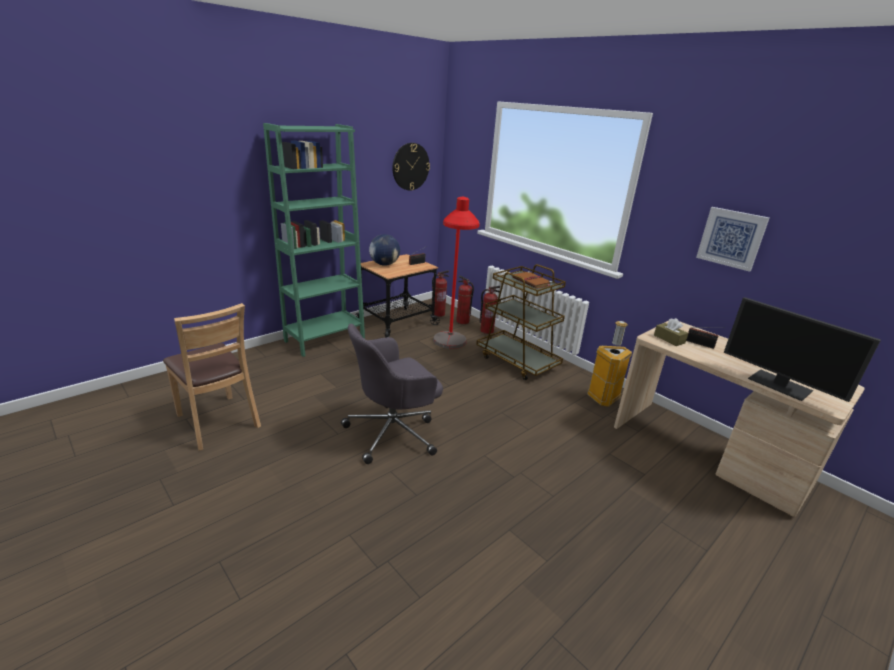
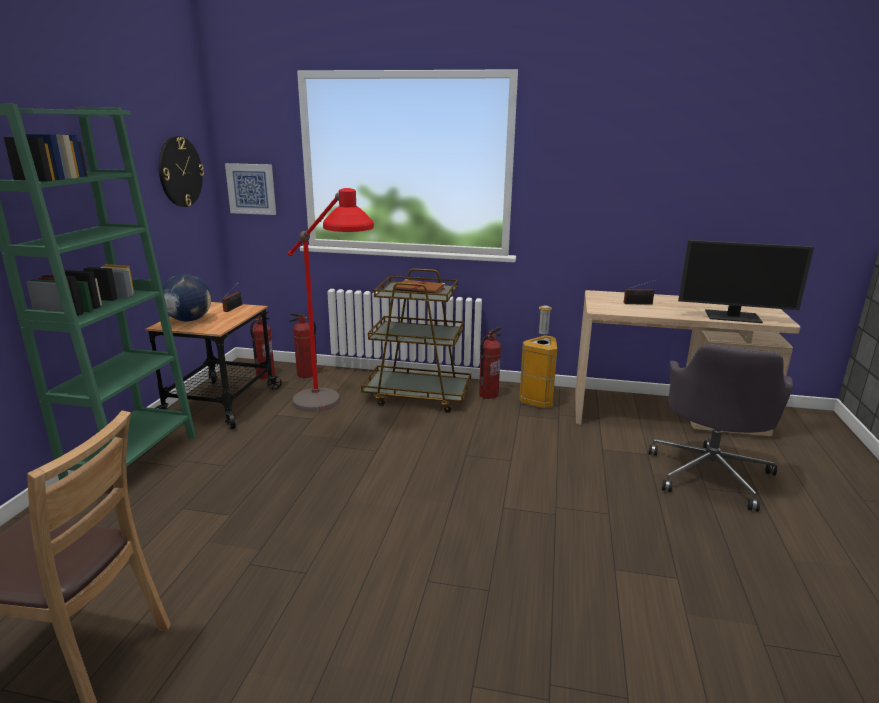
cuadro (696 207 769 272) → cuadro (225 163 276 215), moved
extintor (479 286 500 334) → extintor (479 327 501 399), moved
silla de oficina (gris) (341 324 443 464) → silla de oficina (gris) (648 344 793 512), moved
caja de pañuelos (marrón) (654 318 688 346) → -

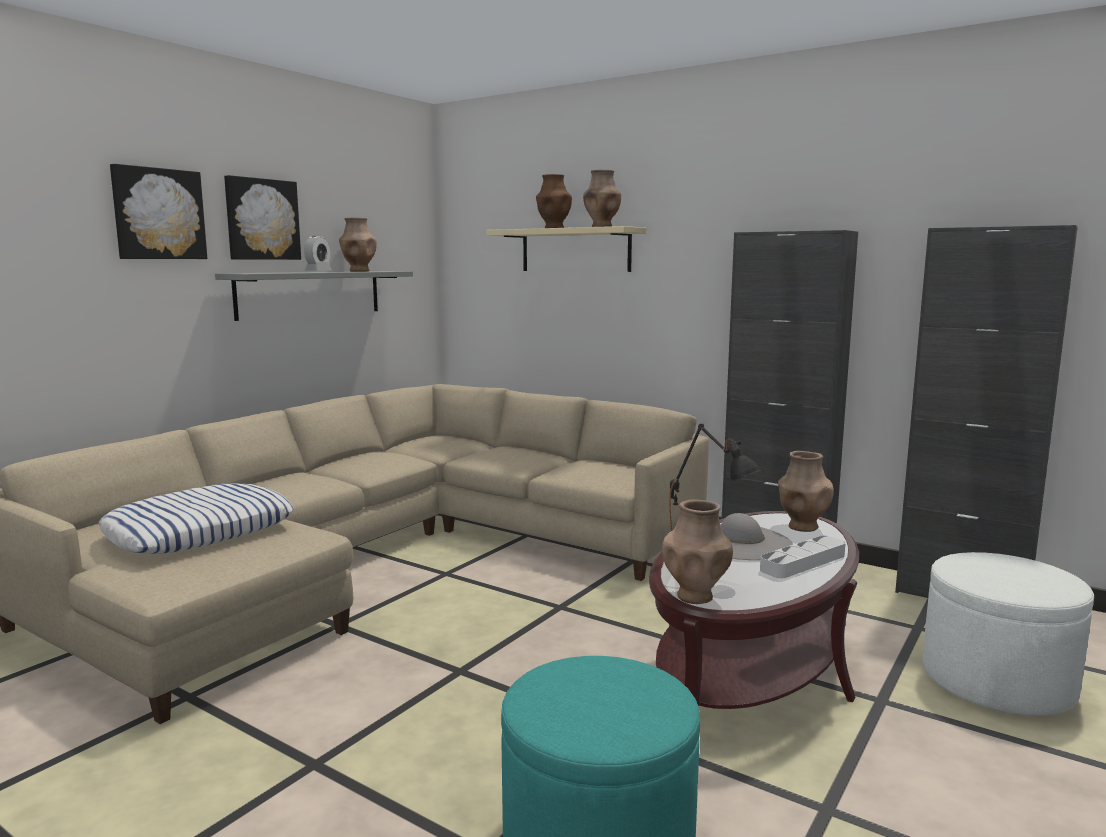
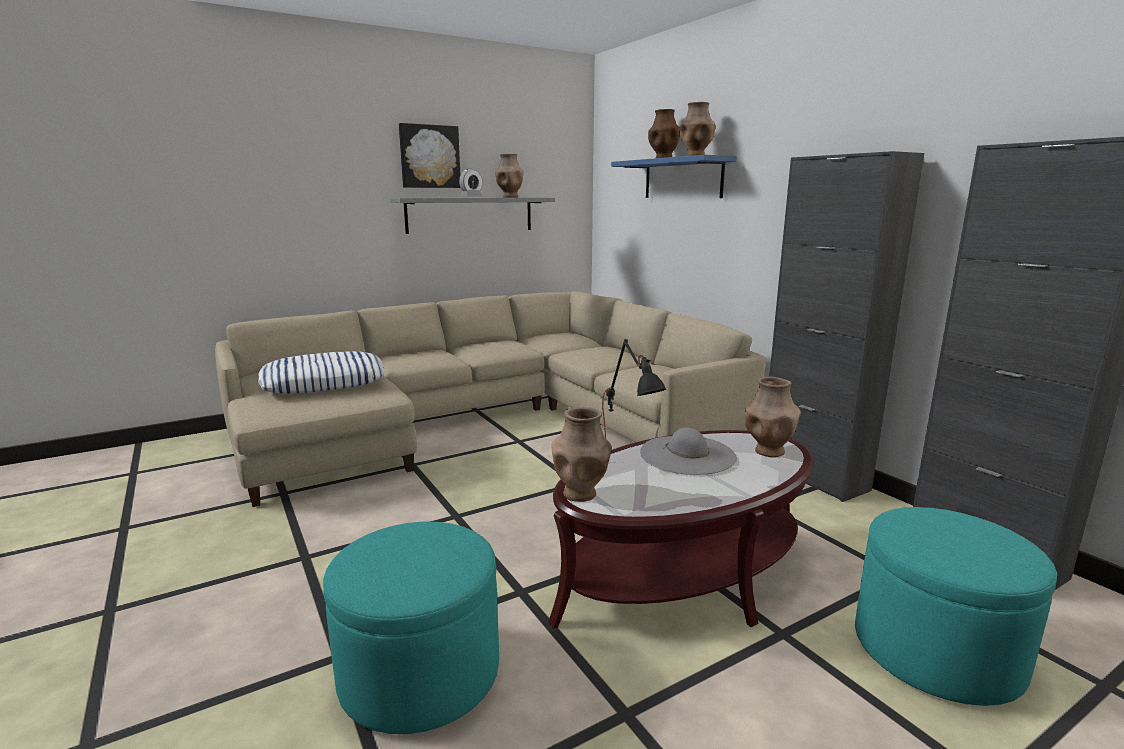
estante (beis) (487 226 646 272) → estante (azul) (611 155 737 198)
puf (blanco) (922 552 1094 715) → puf (turquesa) (855 507 1057 706)
cuadro (110 164 207 259) → -
bandeja (gris) (760 536 846 578) → -

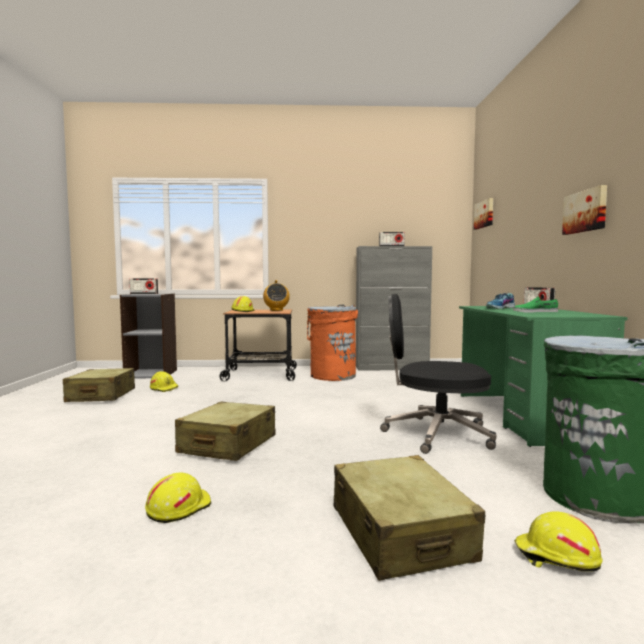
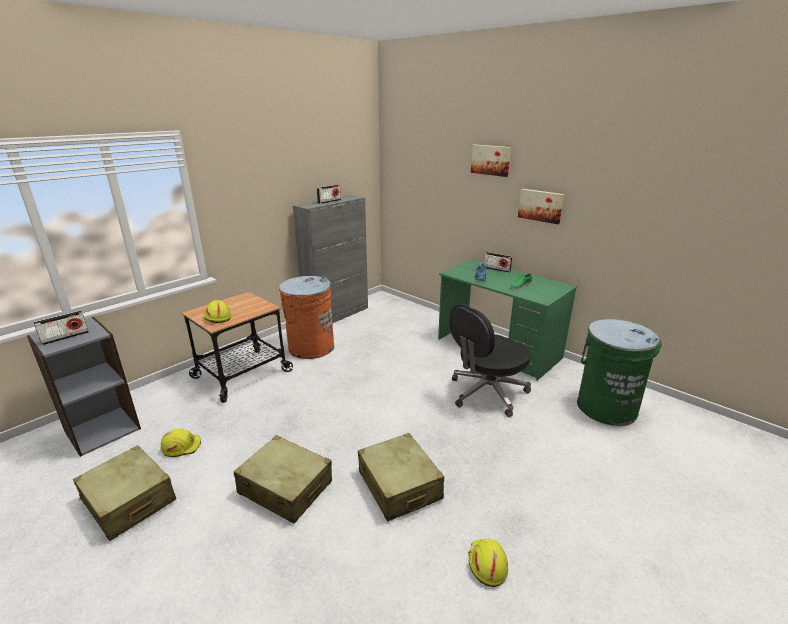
maleta (beis) (334 455 485 581) → maleta (beis) (234 435 332 524), moved
cuadro (474 198 493 229) → cuadro (471 145 511 177), moved
radio (263 280 290 311) → -
casco (amarillo) (514 511 603 571) → -

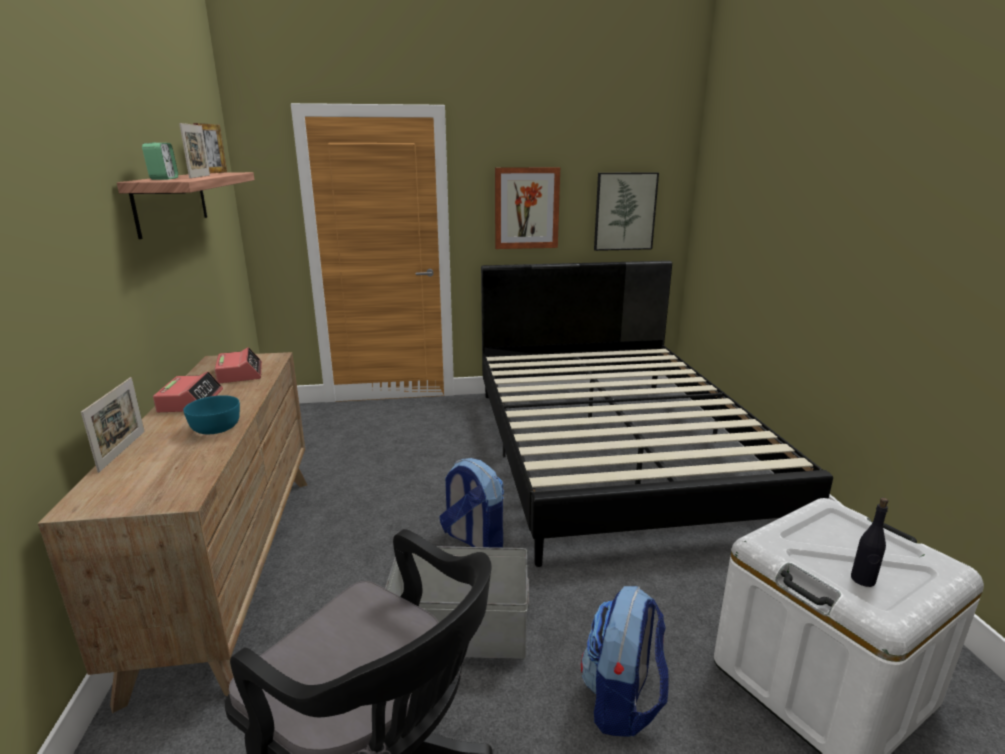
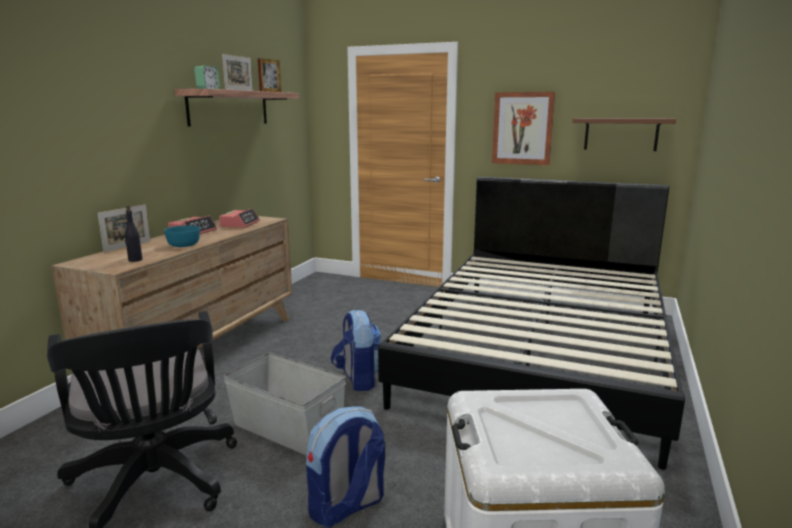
botella (negro) (851 497 888 587) → botella (negro) (125 205 142 262), moved
cuadro (594 172 659 251) → estante (marrón) (572 118 676 151)

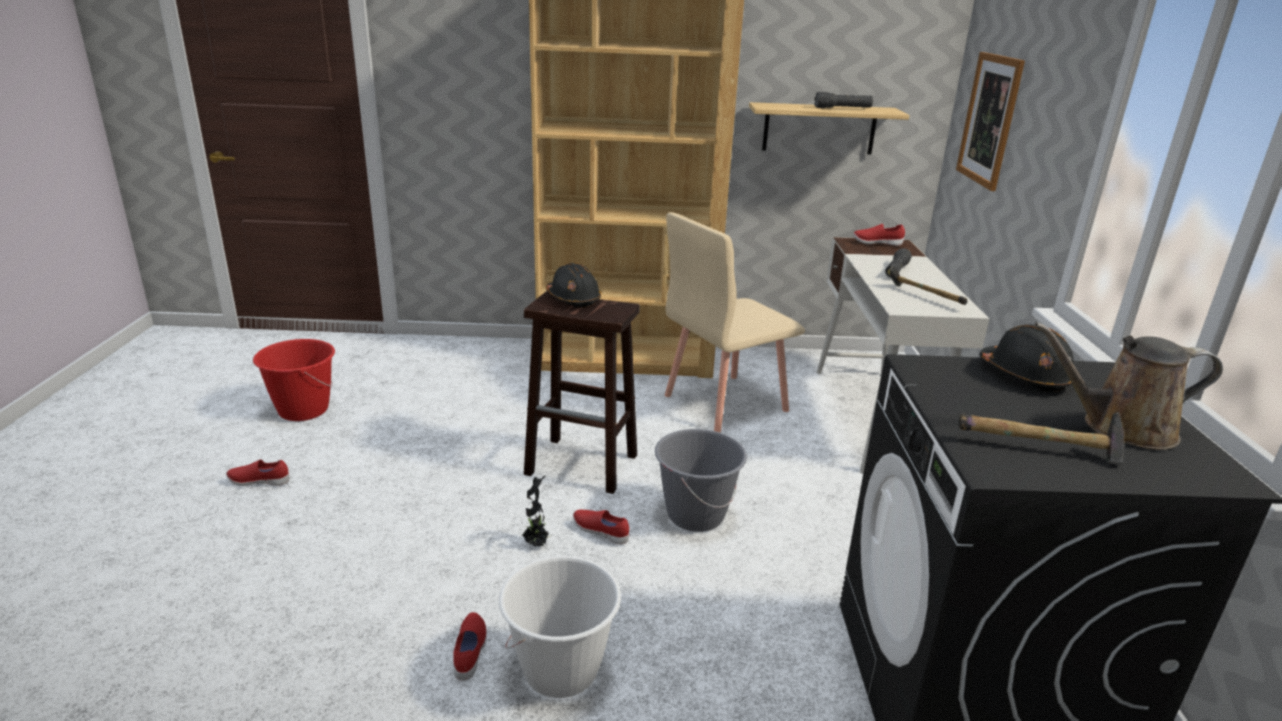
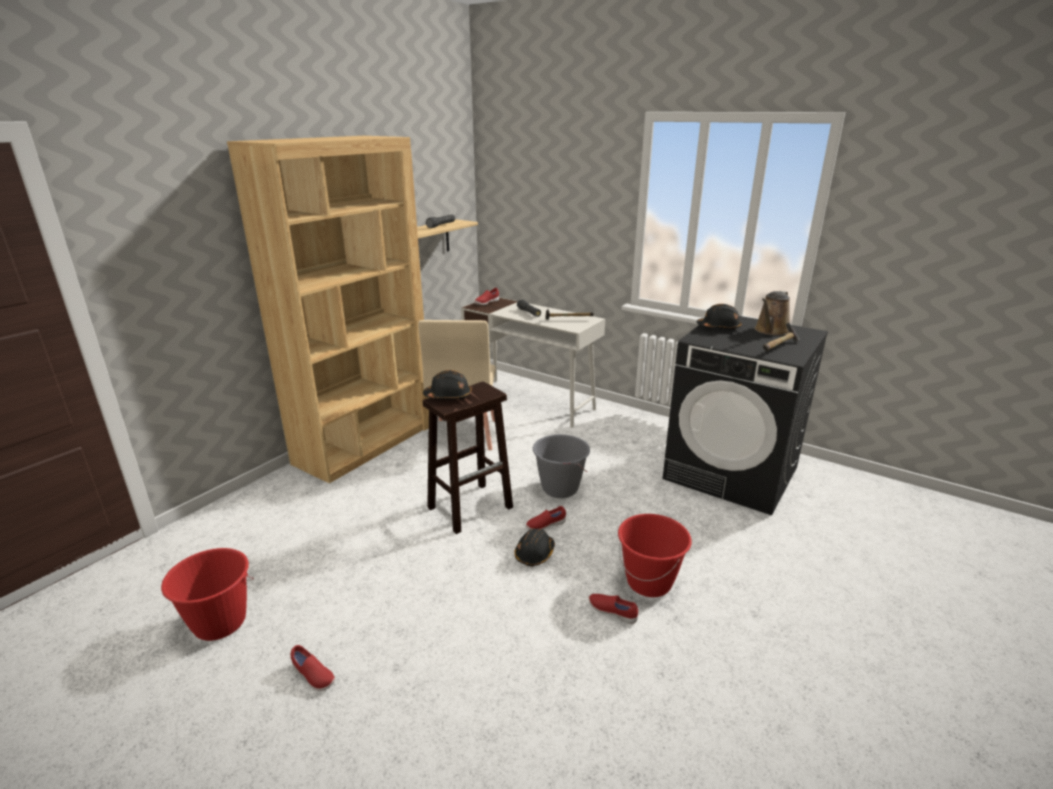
zapato (rojo) (226 460 290 486) → zapato (rojo) (291 645 335 691), 90 degrees counterclockwise
planta en maceta (522 476 552 547) → casco (negro) (514 528 555 567)
cubo (blanco) (499 556 621 698) → cubo (rojo) (618 514 692 597)
cuadro (956 52 1025 191) → -

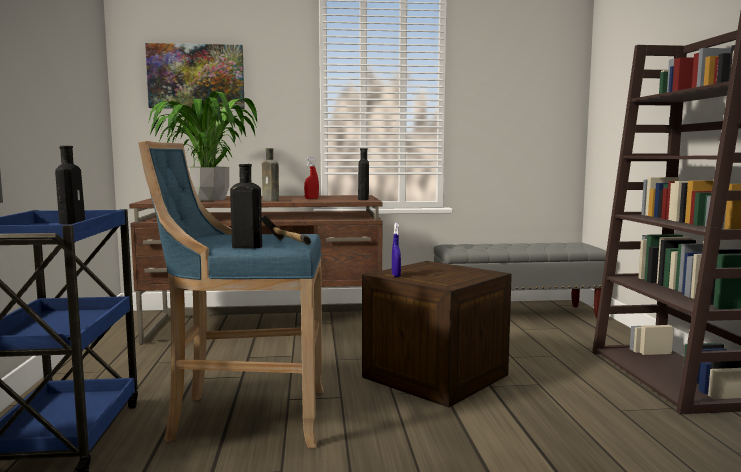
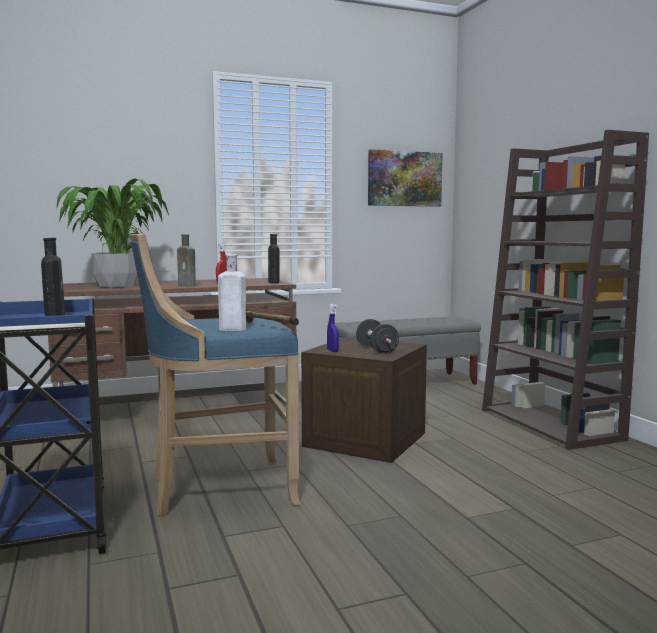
botella (negro) (230 164 262 249) → botella (blanco) (218 254 246 331)
- → mancuerna (negro) (356 319 399 354)
cuadro (145 43 245 109) → cuadro (368 149 443 207), moved

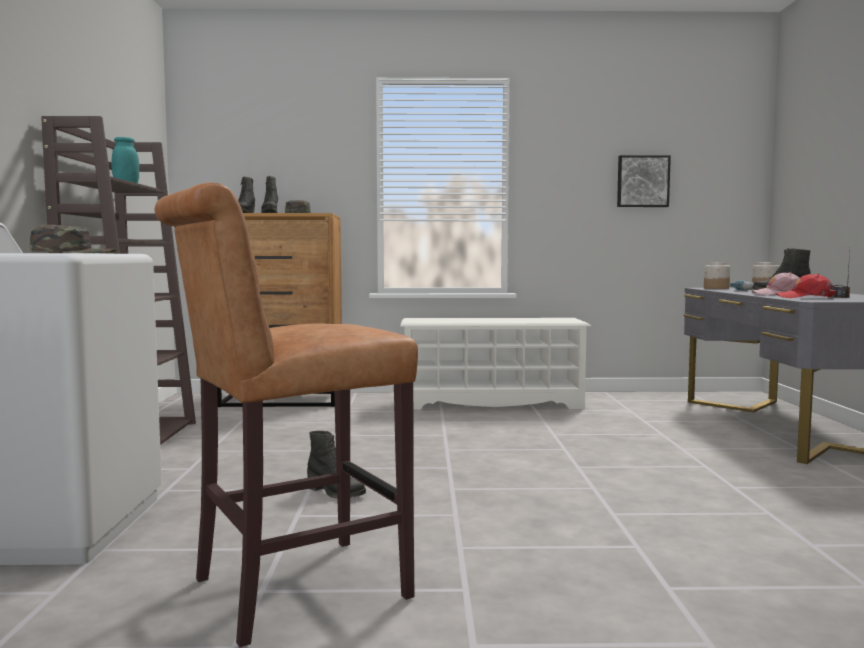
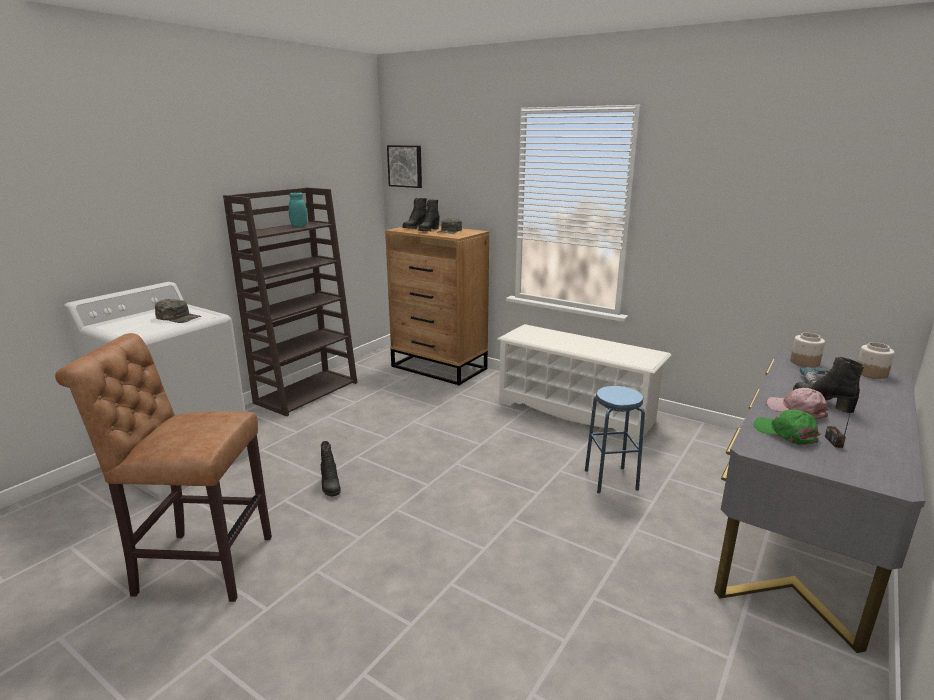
cuadro (617 155 671 207) → cuadro (387 145 422 188), moved
- → taburete (azul) (585 386 645 494)
gorra (rojo) (776 274 836 298) → gorra (verde) (754 409 821 445)

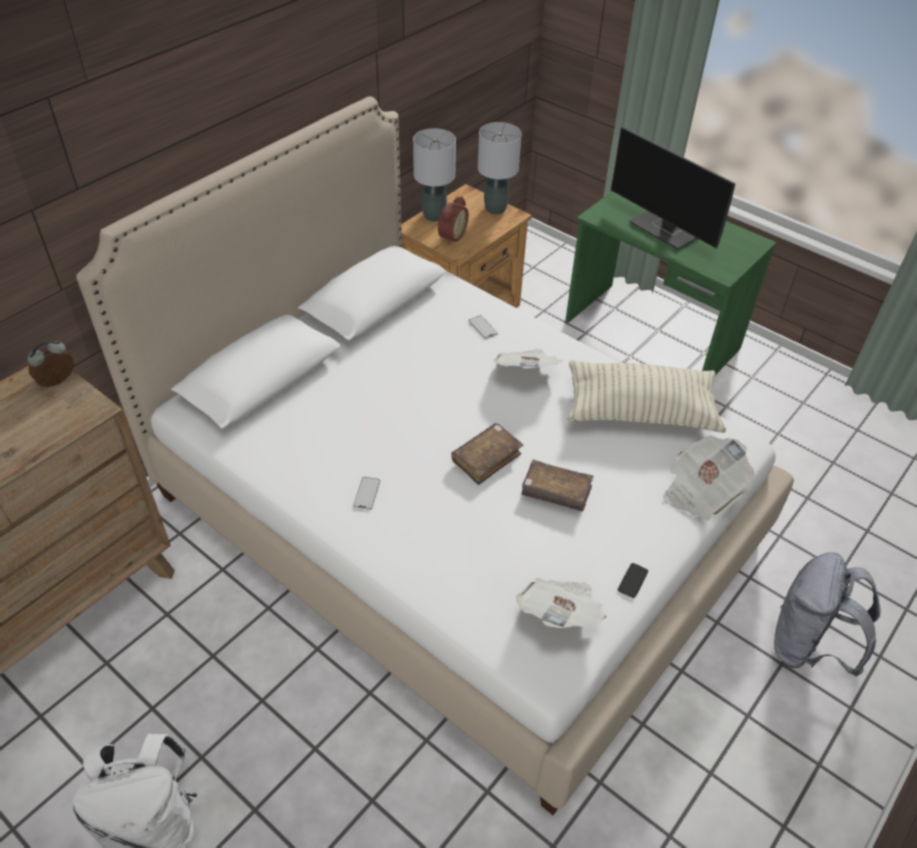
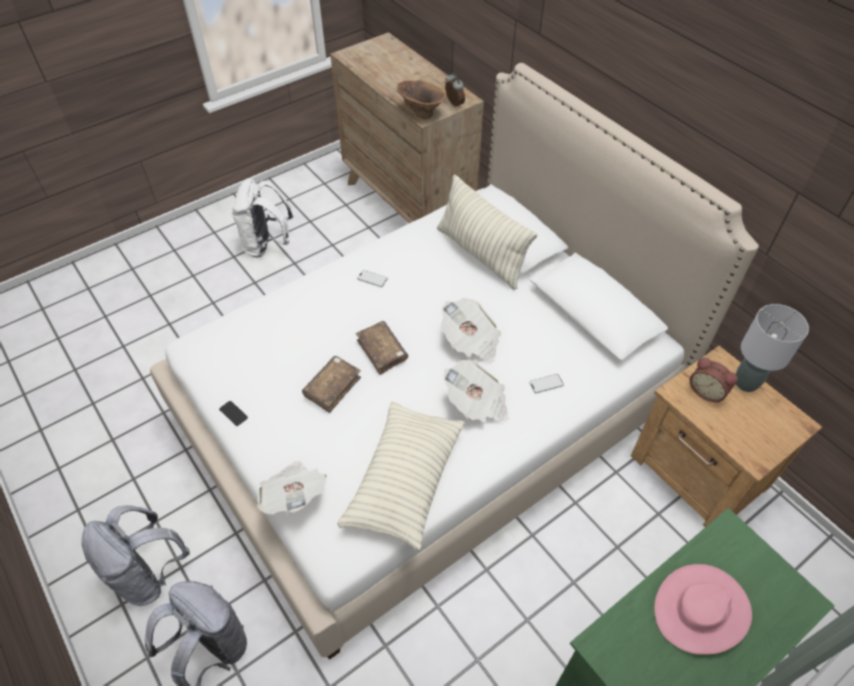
- → mochila (gris) (82 506 190 606)
- → florero (marrón) (397 80 446 119)
- → cojín (437 174 537 290)
periódico (516 578 606 629) → periódico (440 298 501 362), moved
monitor (611 127 736 250) → sombrero (rosa) (654 564 752 655)
lámpara de mesa (gris) (478 122 522 215) → -

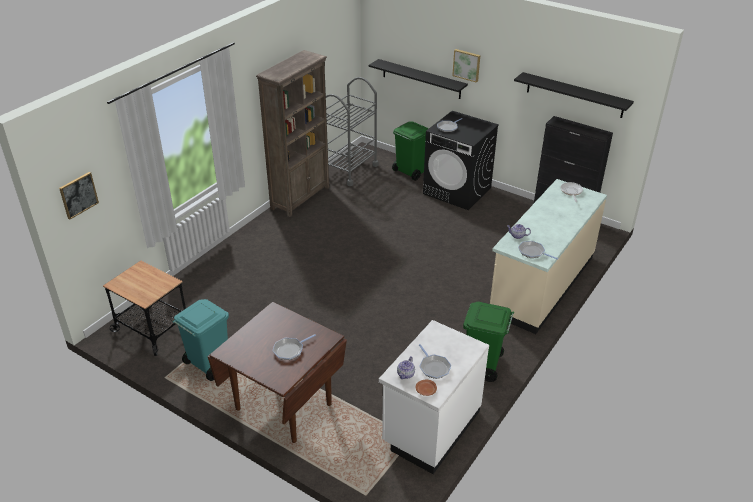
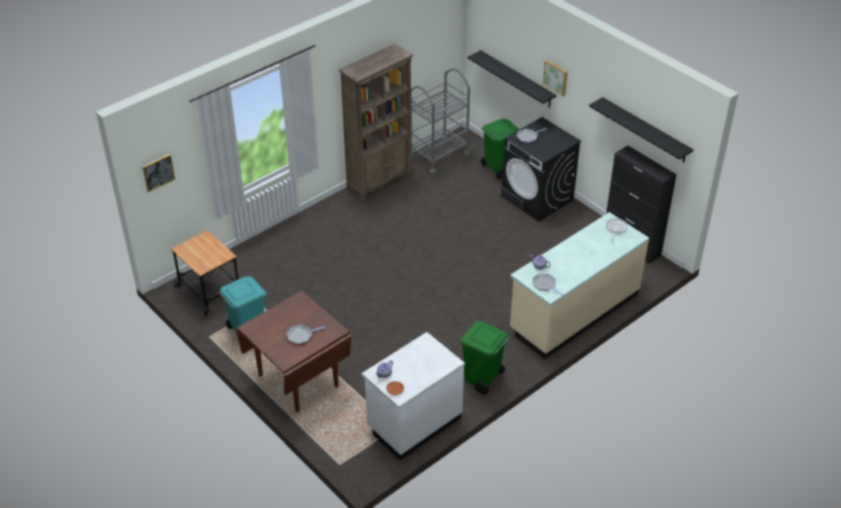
sartén (419 344 451 379) → -

